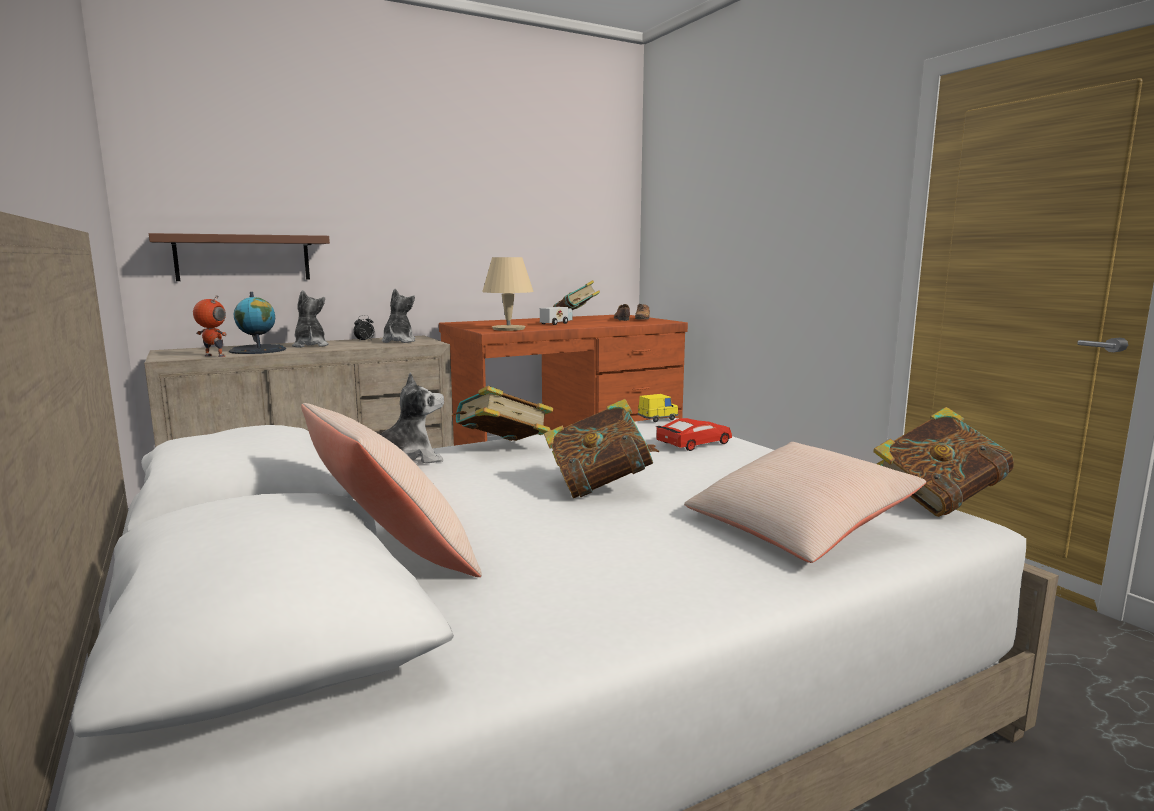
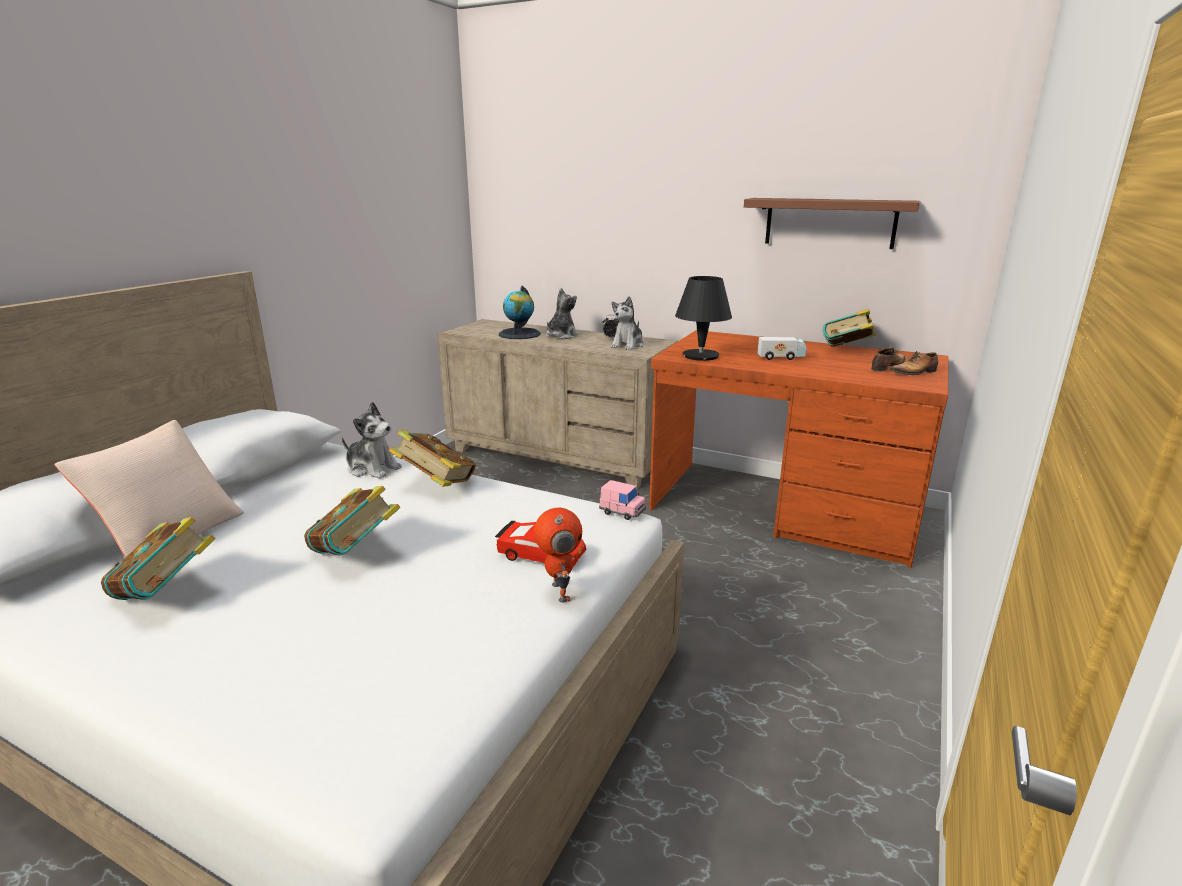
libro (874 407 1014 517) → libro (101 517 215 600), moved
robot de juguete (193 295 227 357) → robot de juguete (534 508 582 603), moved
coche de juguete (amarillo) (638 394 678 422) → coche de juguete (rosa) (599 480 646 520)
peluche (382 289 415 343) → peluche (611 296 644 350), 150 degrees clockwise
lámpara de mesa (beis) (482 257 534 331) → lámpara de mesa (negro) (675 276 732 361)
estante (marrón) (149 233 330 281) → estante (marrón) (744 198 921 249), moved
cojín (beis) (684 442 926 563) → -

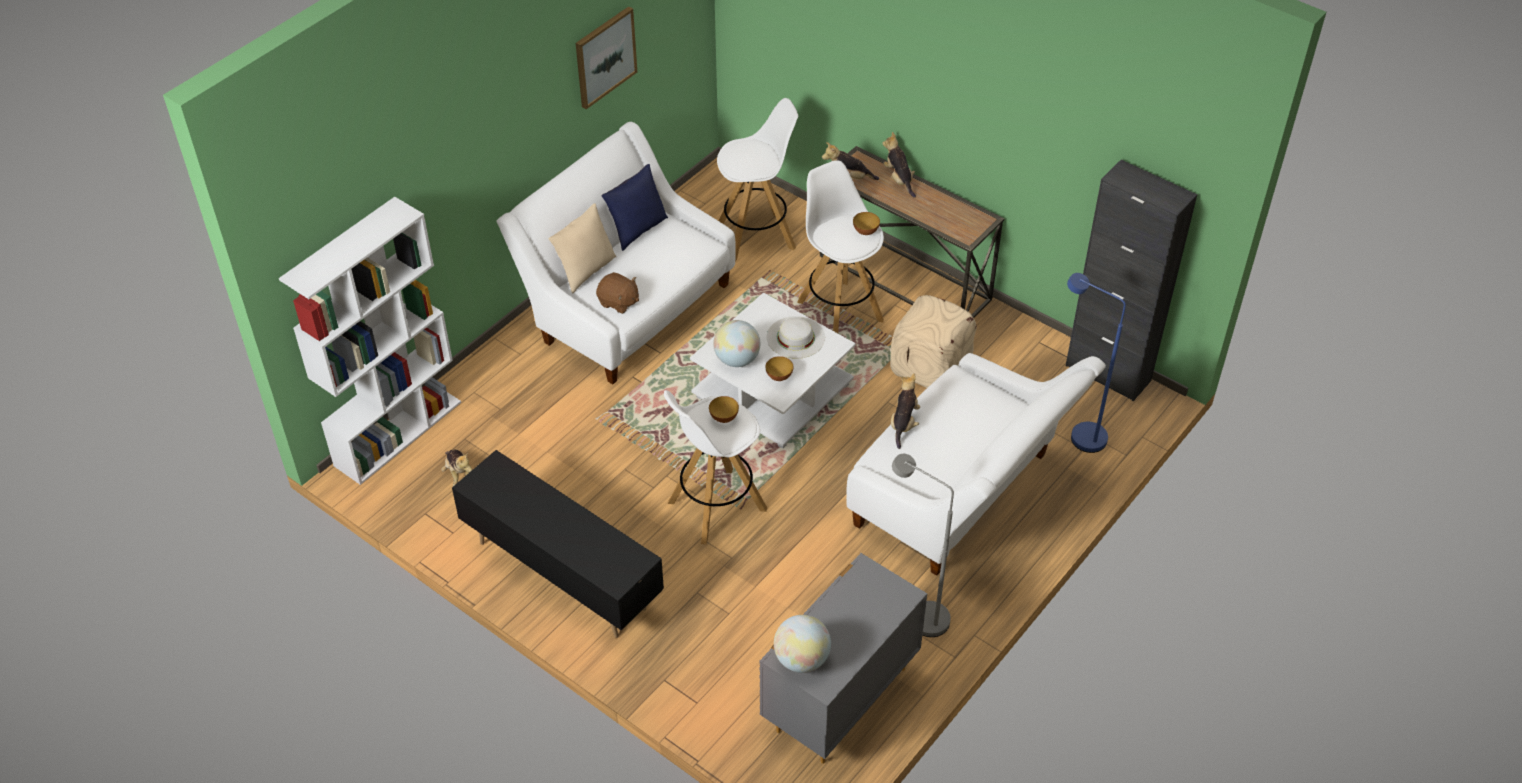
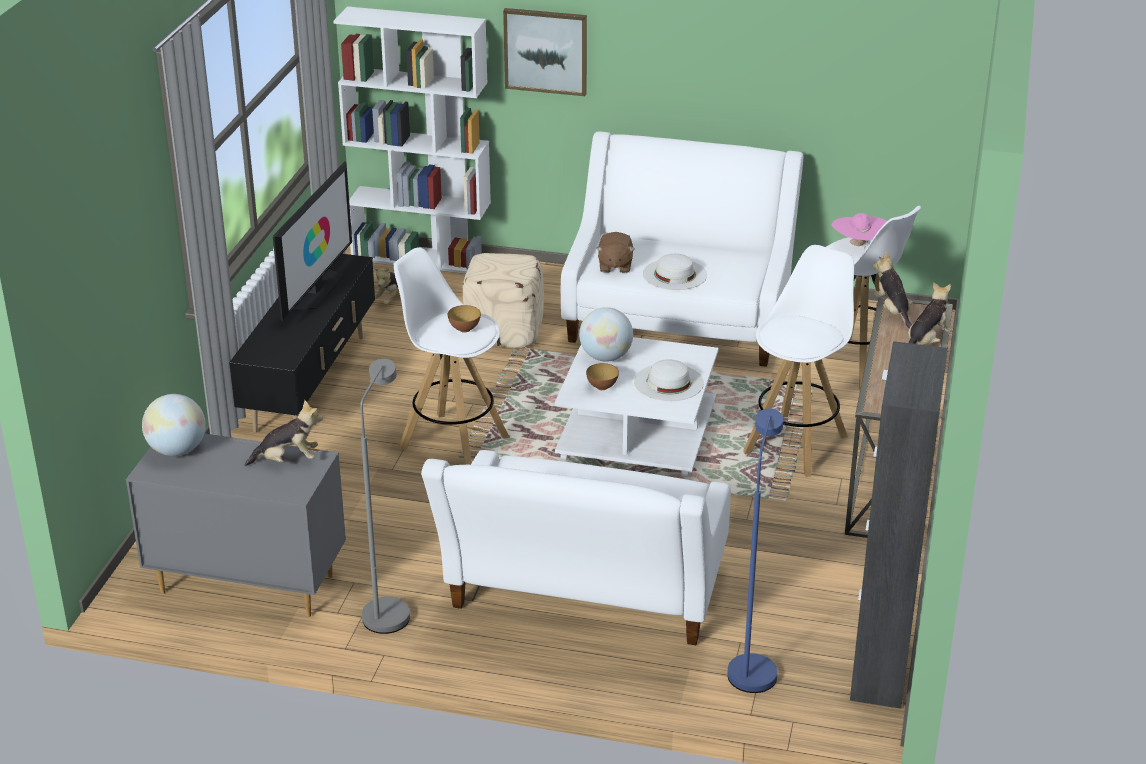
peluche (891 373 920 449) → peluche (244 400 323 466), moved
- → televisor (273 161 352 321)
puf (beis) (890 295 977 388) → puf (beis) (463 253 544 349), moved
cuadro (576 6 637 109) → cuadro (503 8 587 96), moved
- → sombrero (blanco) (643 254 707 290)
- → sombrero (rosa) (831 213 887 249)
cojín (beis) (549 203 616 294) → -
cojín (azul) (601 164 668 251) → -
cuenco (853 212 880 235) → -

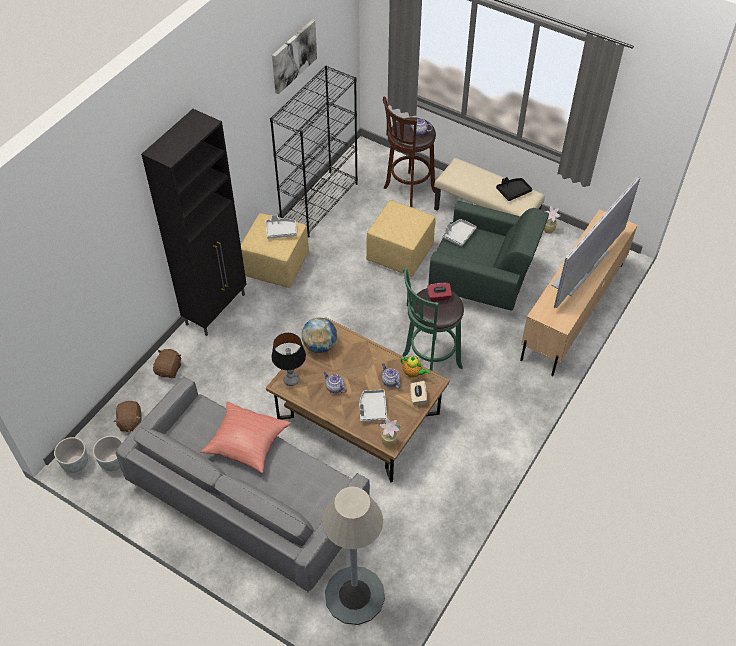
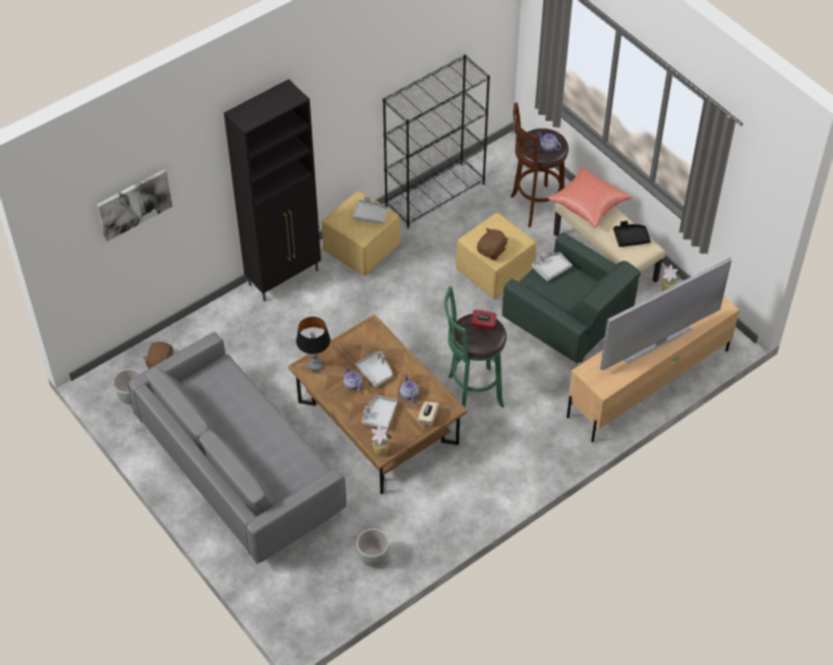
cuadro (272 19 317 95) → cuadro (97 169 172 242), moved
- → bandeja (gris) (355 351 393 387)
maceta (gris) (54 437 88 473) → maceta (gris) (357 529 389 567), moved
peluche (marrón) (153 349 182 378) → peluche (marrón) (477 228 509 260), moved
cojín (rojo) (200 401 291 473) → cojín (rojo) (547 166 631 228), moved
globo terráqueo (302 318 337 353) → -
lámpara de pie (gris) (322 486 385 625) → -
tetera (401 356 431 378) → -

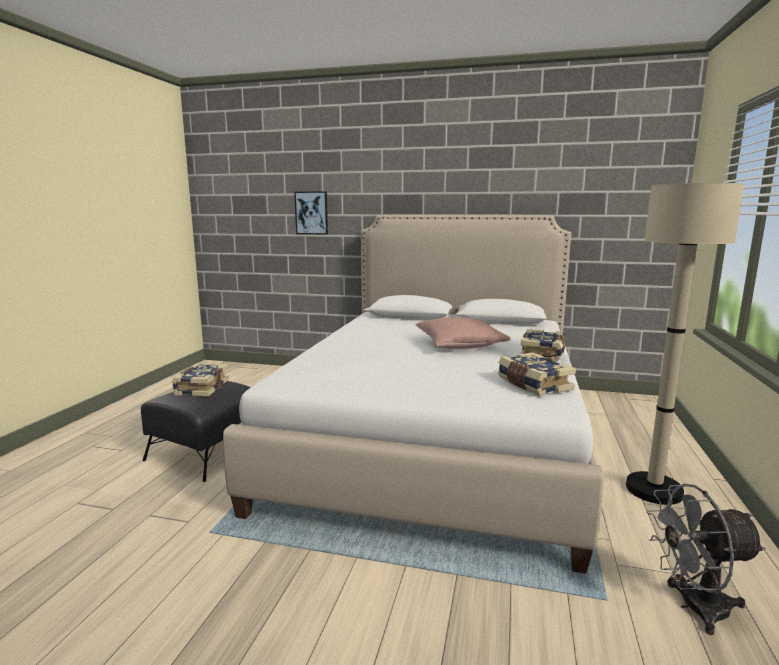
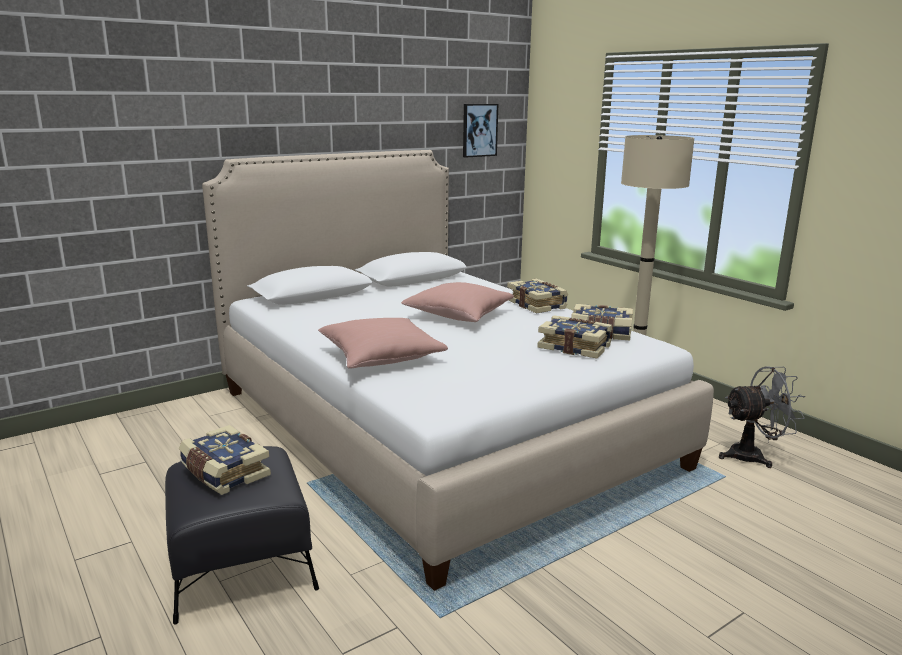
- → cojín (rosa) (318 318 448 369)
cuadro (294 191 328 235) → cuadro (463 104 498 158), moved
- → libro (537 315 612 359)
ventilador (gris) (647 484 766 635) → ventilador (gris) (719 366 805 468), 135 degrees counterclockwise

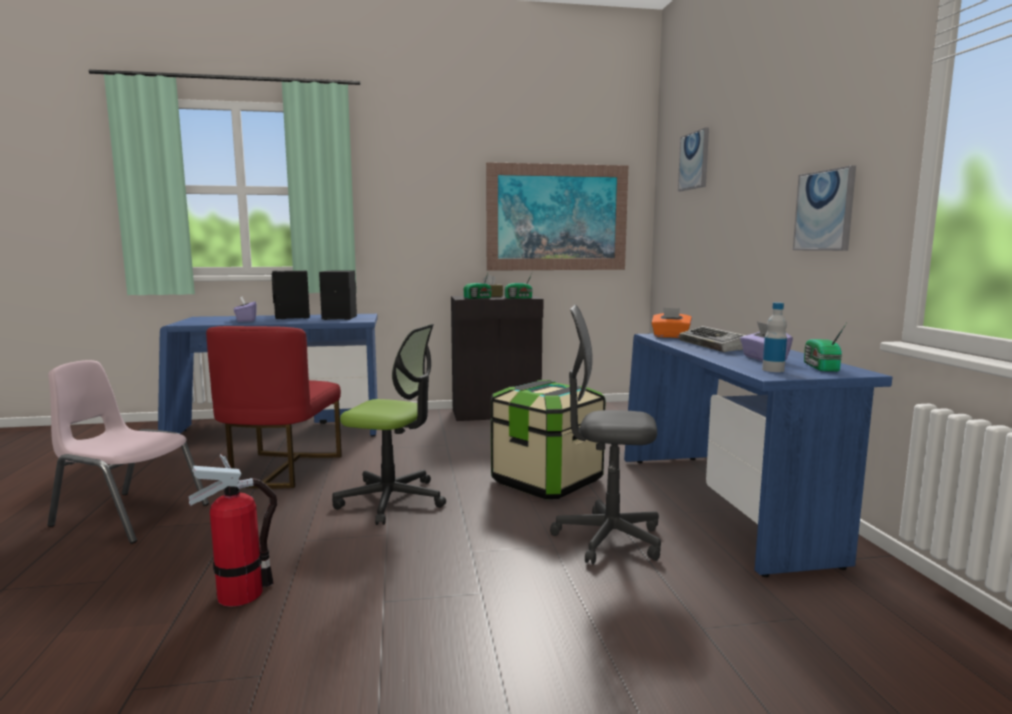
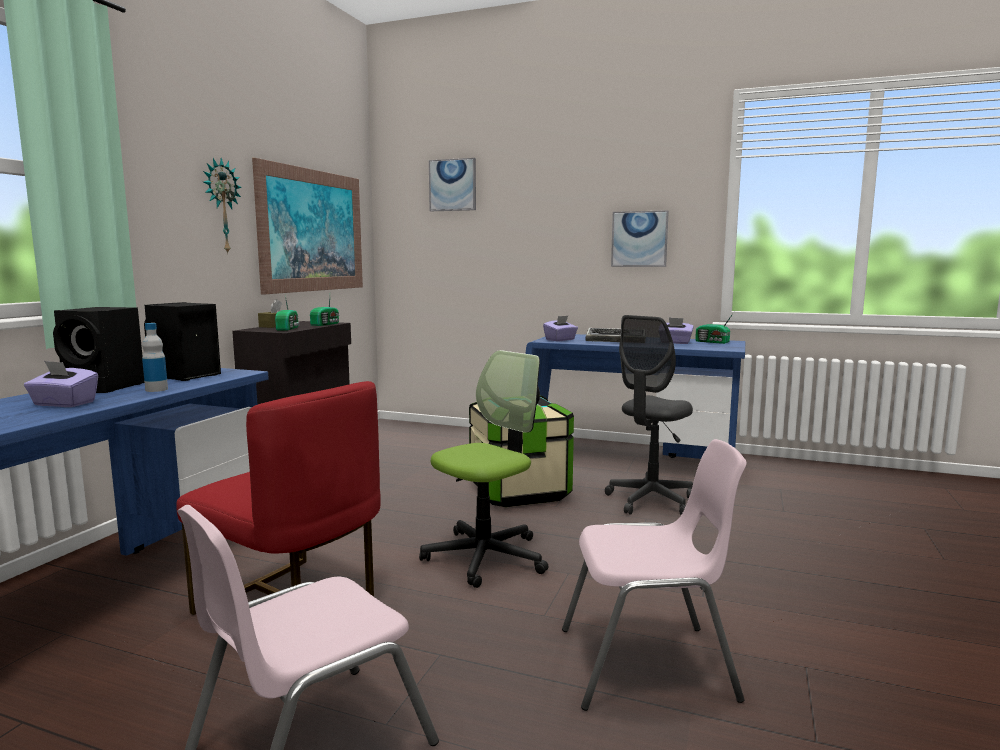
botella (762 302 787 372) → botella (142 323 168 392), moved
- → reloj de pared (203 158 242 254)
caja de pañuelos (naranja) (652 307 692 338) → caja de pañuelos (morado) (543 316 578 341)
extintor (188 454 277 607) → silla (rosa) (562 439 747 711)

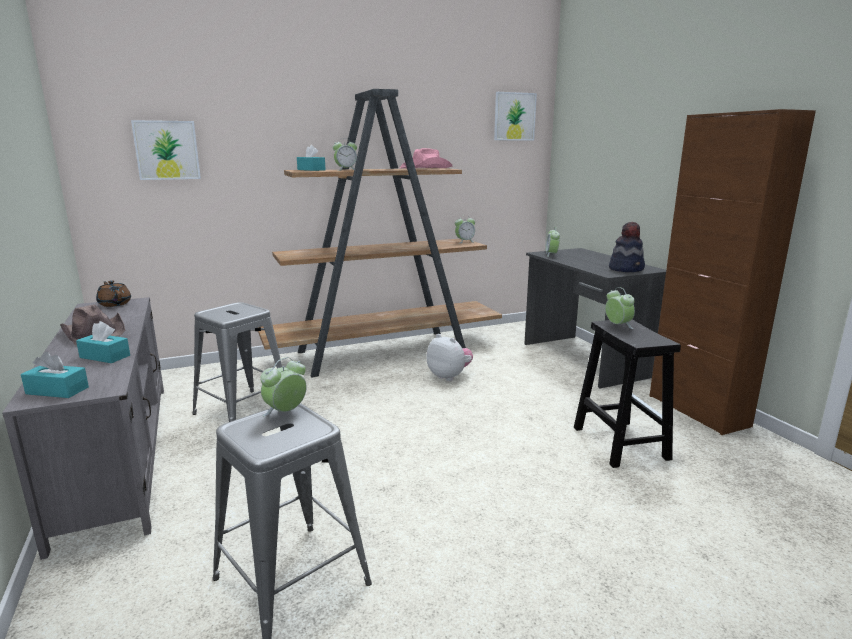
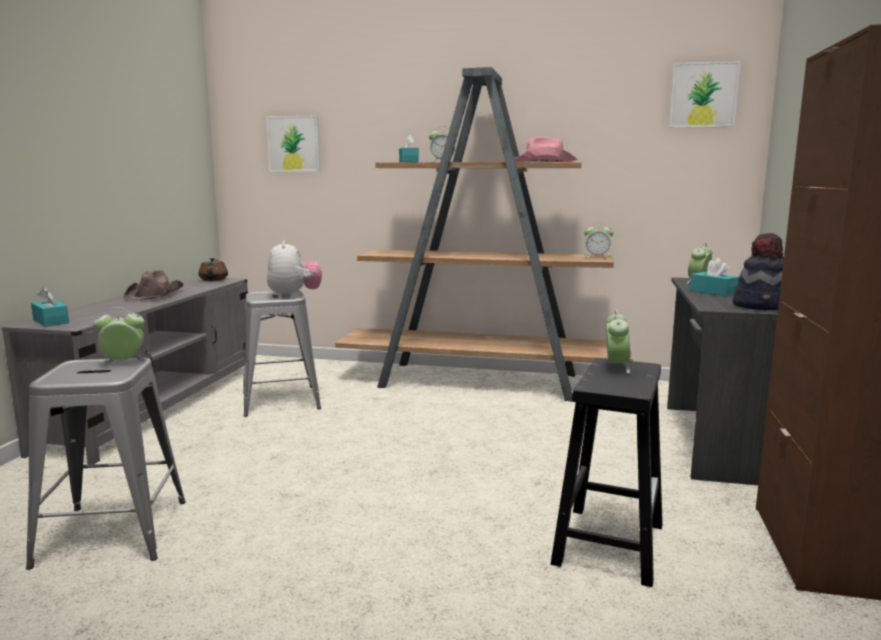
peluche (426 334 473 381) → peluche (267 240 322 299), moved
caja de pañuelos (turquesa) (76 321 130 363) → caja de pañuelos (turquesa) (690 258 739 296), moved

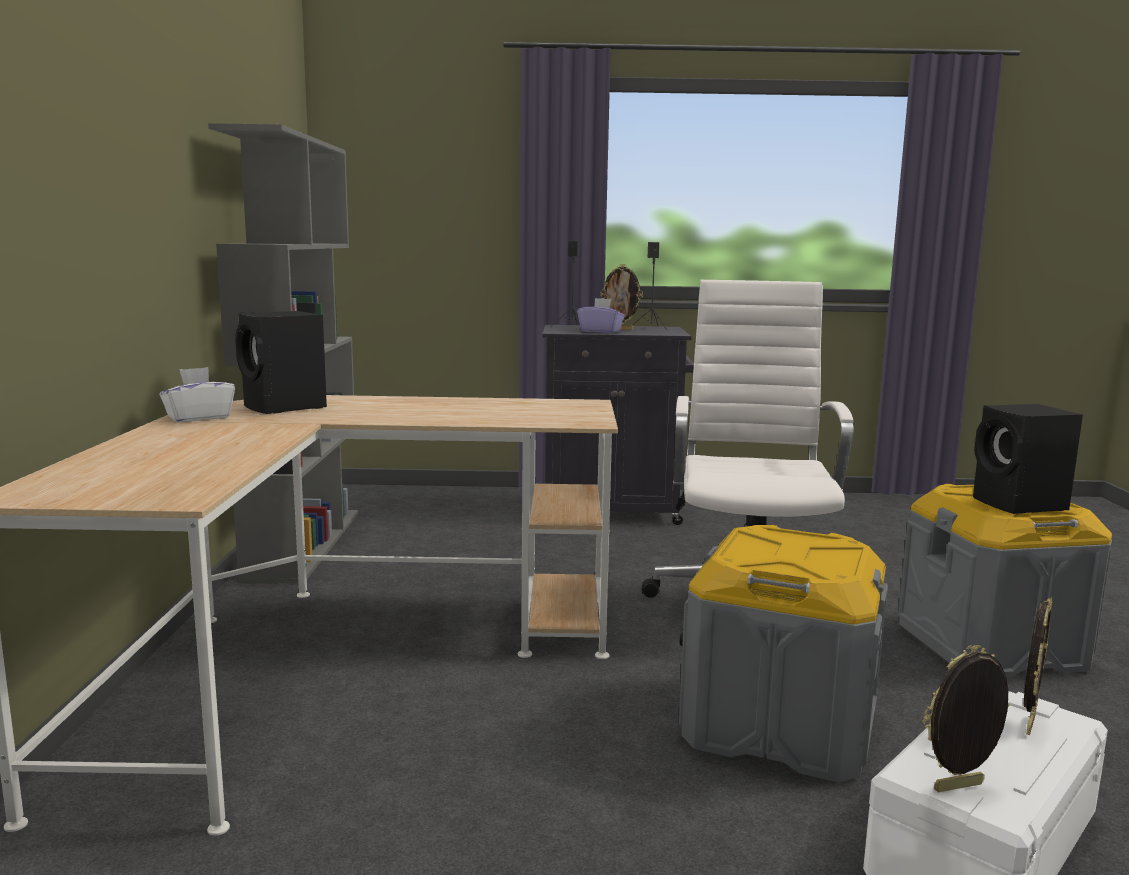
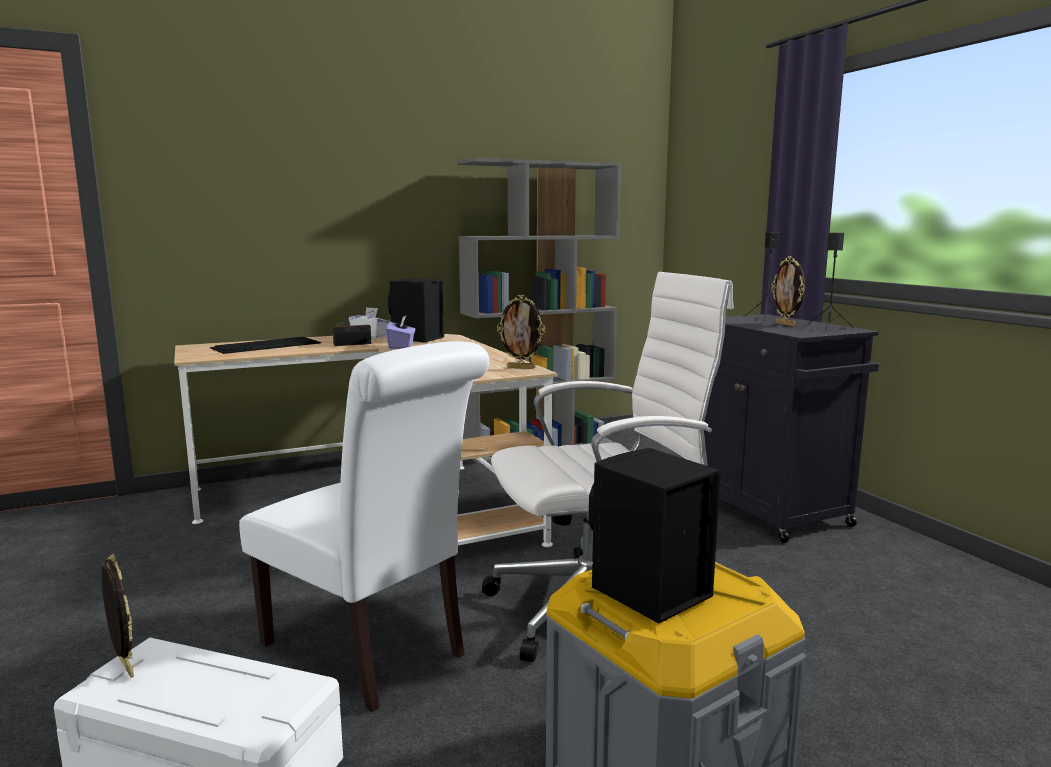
- → teclado (210 337 321 354)
caja de almacenaje (gris) (679 525 888 783) → silla (blanco) (239 341 489 712)
- → radio (333 311 373 346)
caja de pañuelos (morado) (577 298 625 333) → caja de pañuelos (morado) (385 316 415 349), moved
portarretratos (1024 598 1052 735) → portarretratos (497 295 545 369), moved

